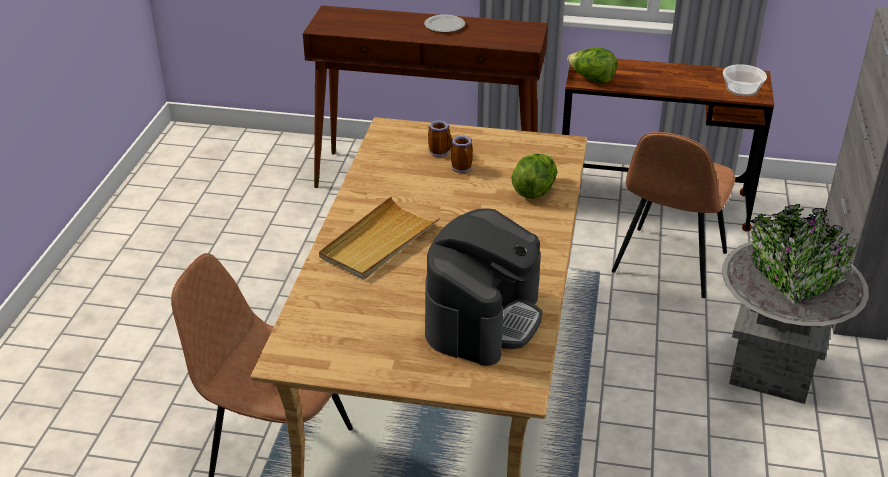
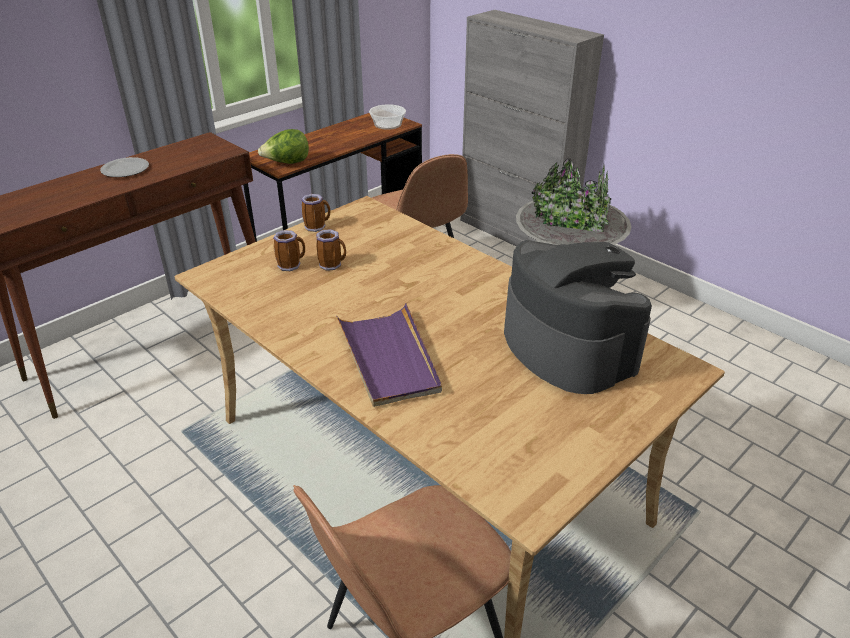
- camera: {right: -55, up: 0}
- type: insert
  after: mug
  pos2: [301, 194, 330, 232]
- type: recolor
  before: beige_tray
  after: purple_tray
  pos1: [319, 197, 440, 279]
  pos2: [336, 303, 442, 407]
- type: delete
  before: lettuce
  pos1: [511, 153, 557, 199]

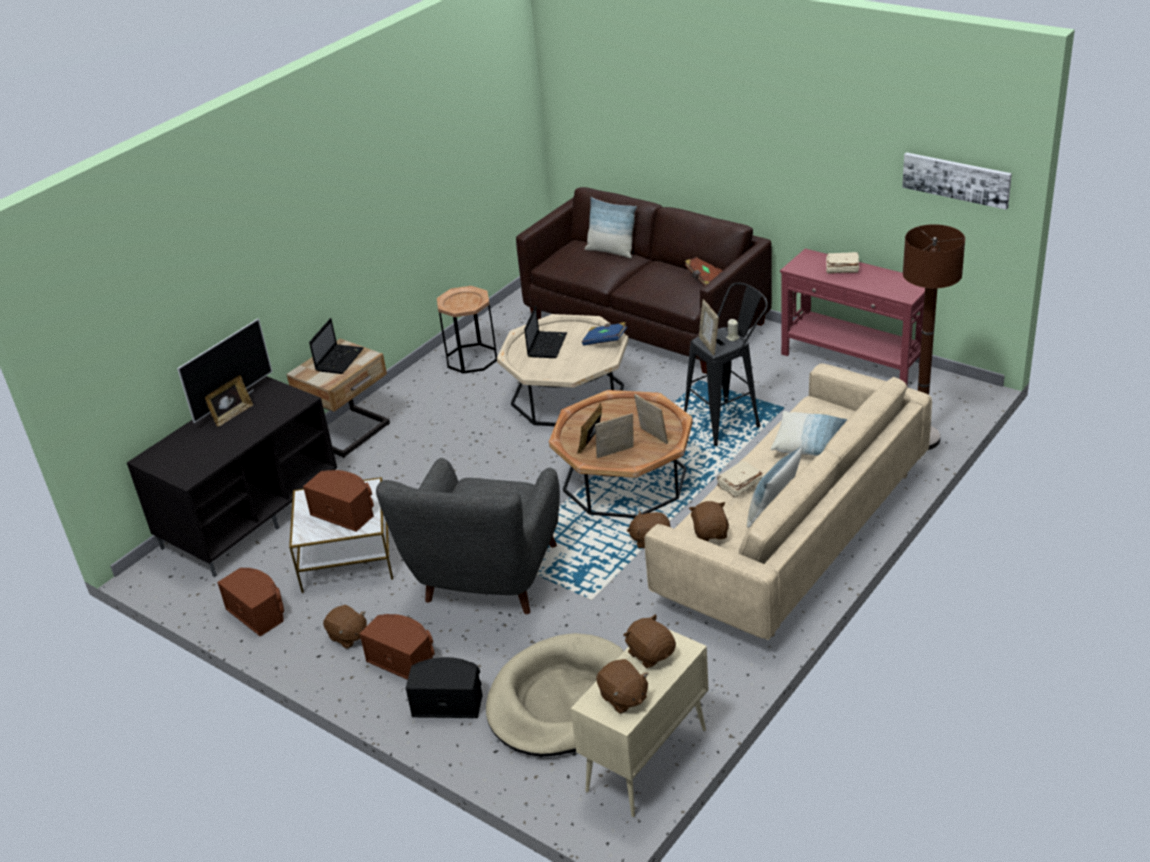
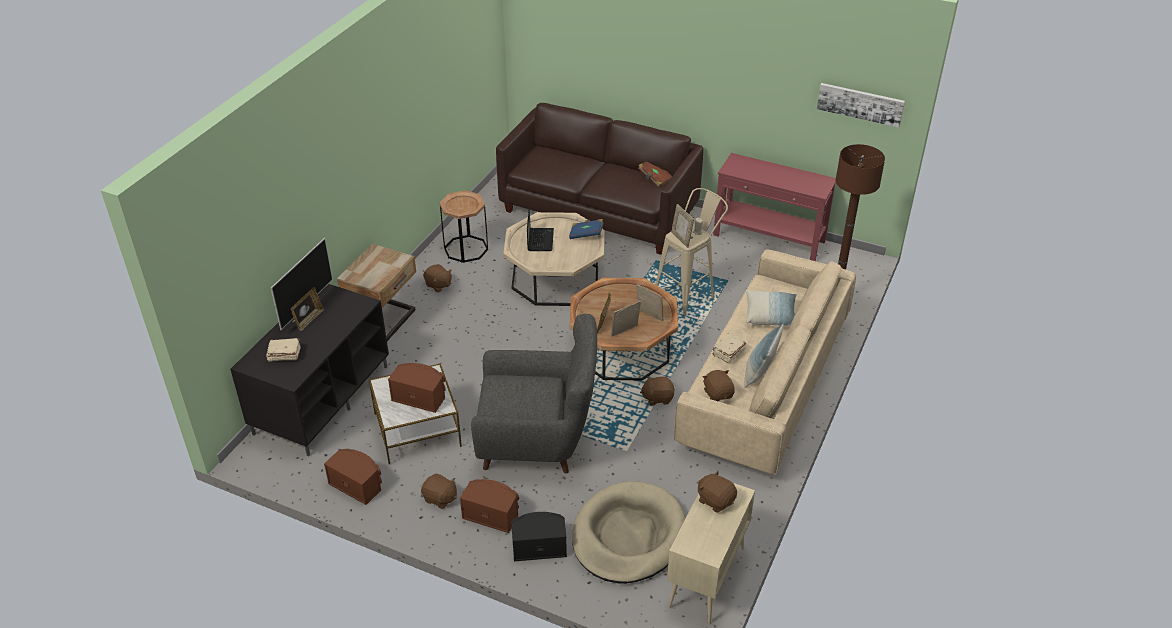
- camera: {right: -15, up: 5}
- type: move
  before: beige_book
  pos1: [826, 252, 859, 274]
  pos2: [266, 338, 300, 362]
- type: move
  before: brown_plush_toy
  pos1: [596, 659, 649, 714]
  pos2: [423, 264, 452, 293]
- type: rotate
  before: grey_armchair
  pos1: [376, 458, 560, 614]
  pos2: [471, 314, 597, 473]
  turn: -90
- type: recolor
  before: black_stool
  after: beige_stool
  pos1: [684, 283, 768, 446]
  pos2: [656, 188, 728, 316]
- type: delete
  before: laptop
  pos1: [309, 318, 364, 374]
- type: delete
  before: pillow
  pos1: [585, 197, 637, 258]

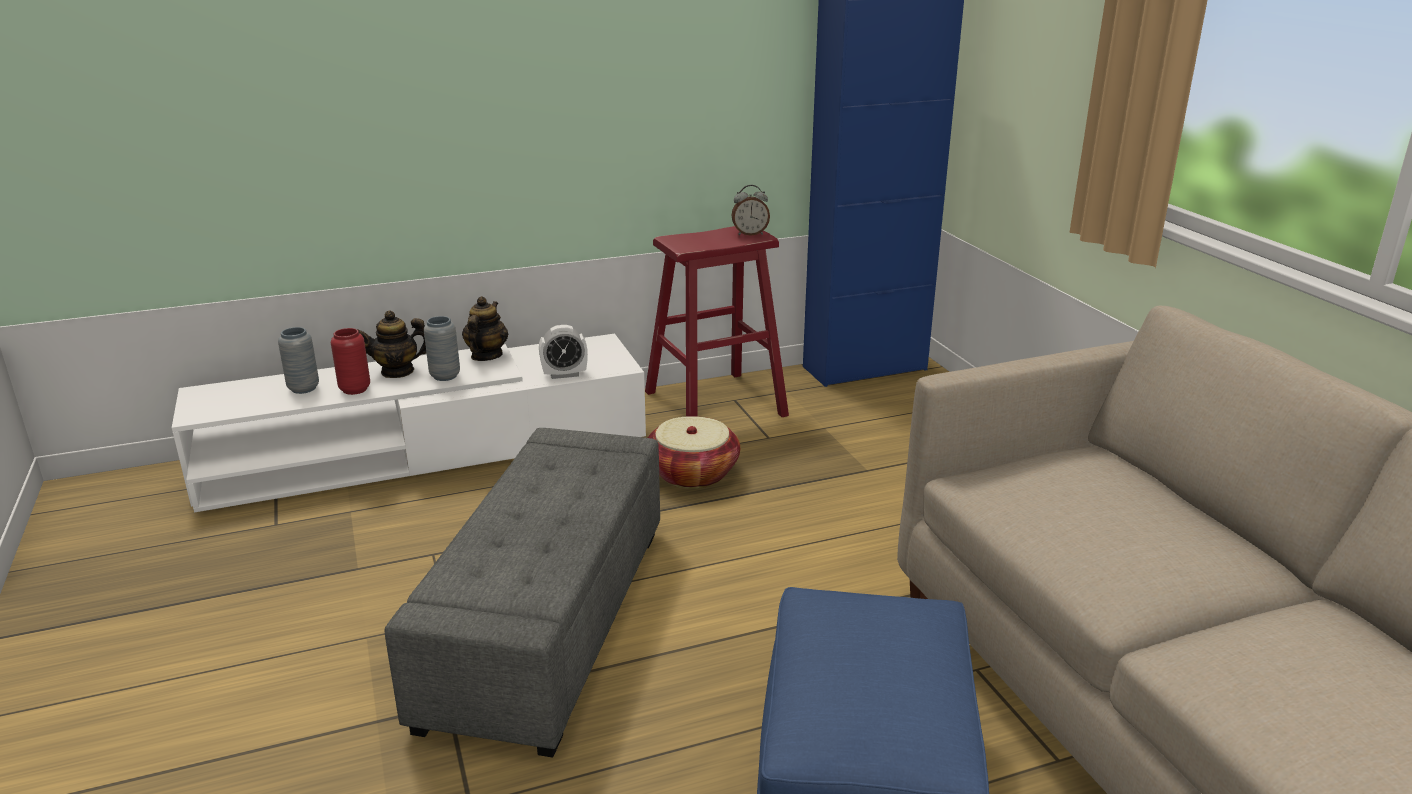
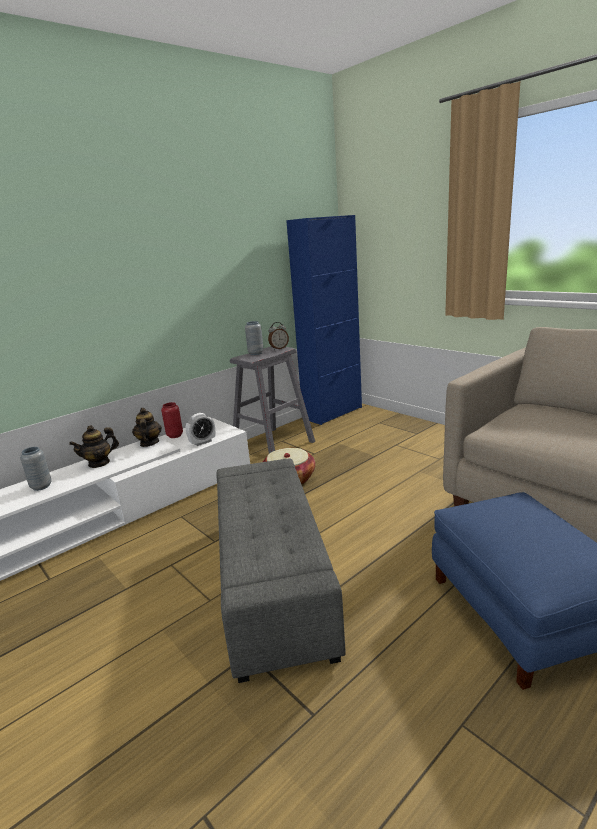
- camera: {right: -20, up: -5}
- type: move
  before: red_vase
  pos1: [331, 328, 370, 395]
  pos2: [161, 402, 183, 438]
- type: recolor
  before: red_stool
  after: grey_stool
  pos1: [645, 226, 789, 417]
  pos2: [230, 346, 315, 454]
- type: move
  before: grey_vase
  pos1: [424, 316, 460, 381]
  pos2: [245, 321, 264, 355]

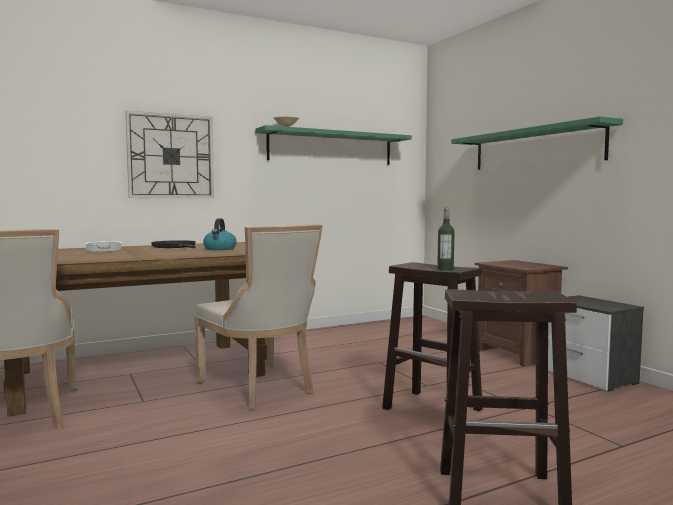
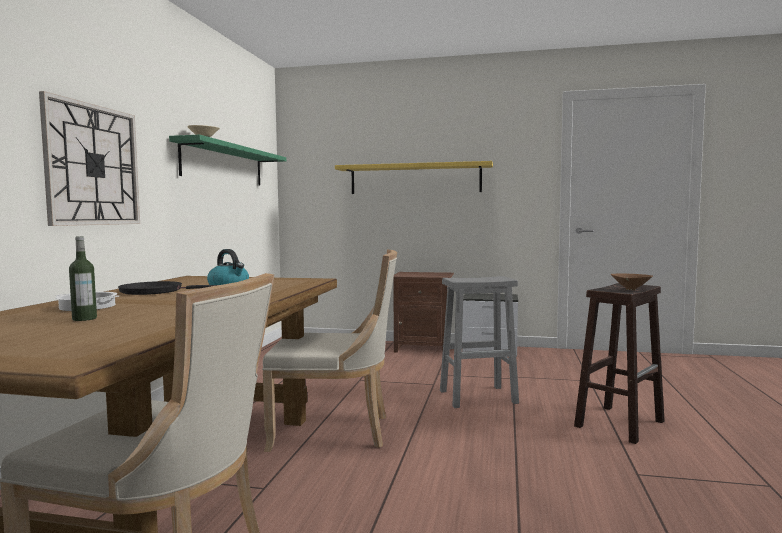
- camera: {right: -50, up: 0}
- type: move
  before: bottle
  pos1: [437, 208, 455, 270]
  pos2: [69, 236, 97, 321]
- type: recolor
  before: green_shelf
  after: yellow_shelf
  pos1: [451, 116, 623, 170]
  pos2: [335, 161, 493, 194]
- type: recolor
  before: brown_stool
  after: grey_stool
  pos1: [382, 262, 483, 412]
  pos2: [440, 276, 519, 408]
- type: insert
  after: brown_bowl
  pos2: [611, 273, 653, 290]

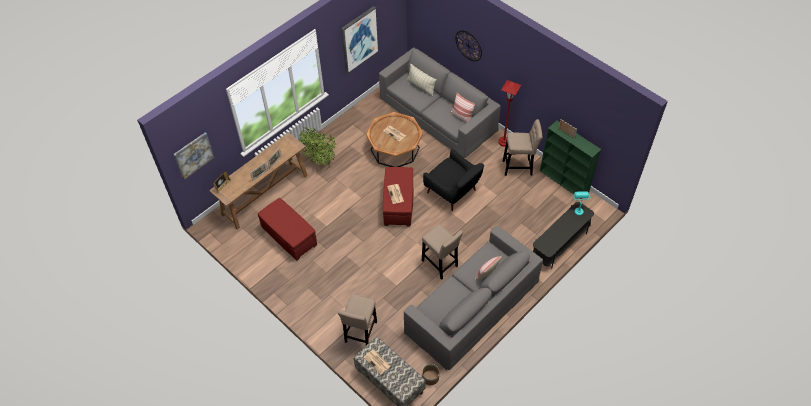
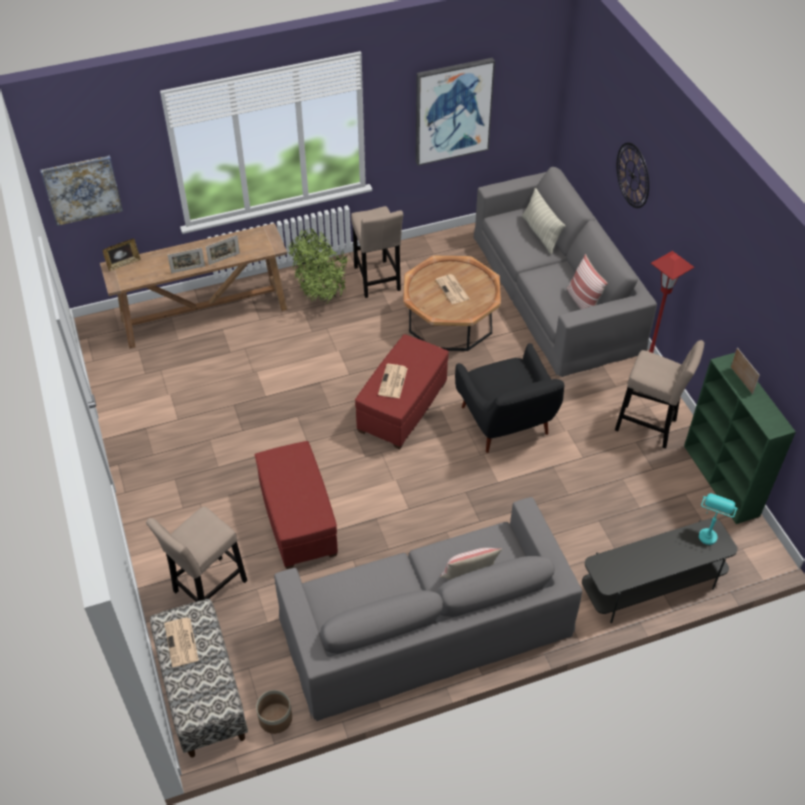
- camera: {right: 25, up: -5}
- type: move
  before: red_ottoman
  pos1: [257, 198, 317, 261]
  pos2: [255, 441, 338, 569]
- type: move
  before: beige_stool
  pos1: [422, 224, 463, 280]
  pos2: [351, 206, 403, 298]

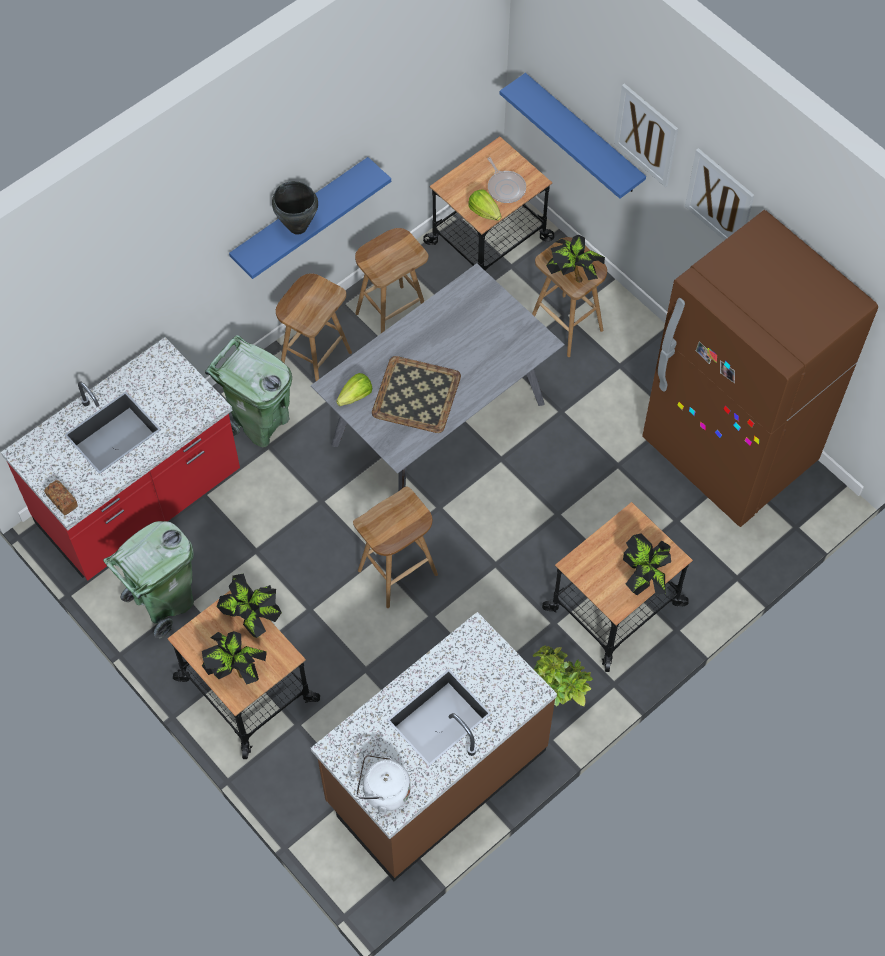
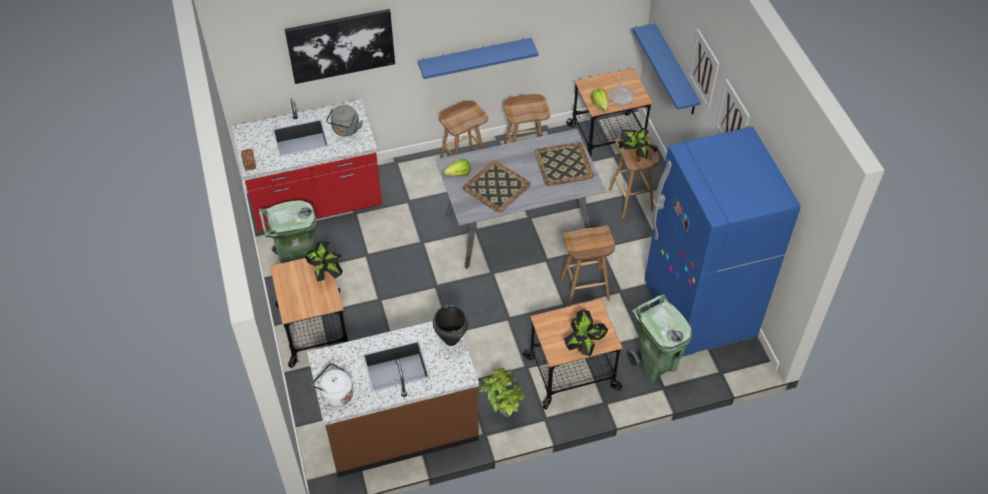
- camera: {right: 25, up: -10}
- type: insert
  after: picture
  pos2: [285, 9, 395, 84]
- type: insert
  after: grey_kettle
  pos2: [326, 105, 363, 136]
- type: move
  before: black_cooking_pot
  pos1: [272, 181, 318, 235]
  pos2: [433, 305, 468, 346]
- type: insert
  after: tray
  pos2: [535, 142, 594, 186]
- type: move
  before: brown_stool
  pos1: [353, 487, 438, 608]
  pos2: [560, 225, 615, 307]
- type: move
  before: green_trash_can
  pos1: [205, 335, 292, 448]
  pos2: [627, 294, 693, 382]
- type: recolor
  before: brown_fridge
  after: blue_fridge
  pos1: [642, 210, 878, 527]
  pos2: [645, 127, 801, 357]
- type: delete
  before: potted_plant
  pos1: [202, 631, 267, 684]

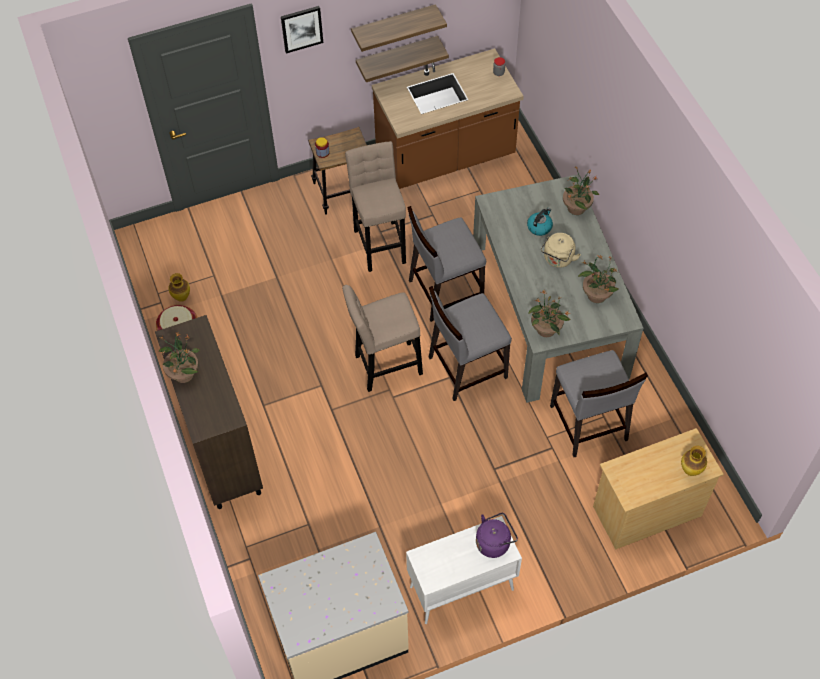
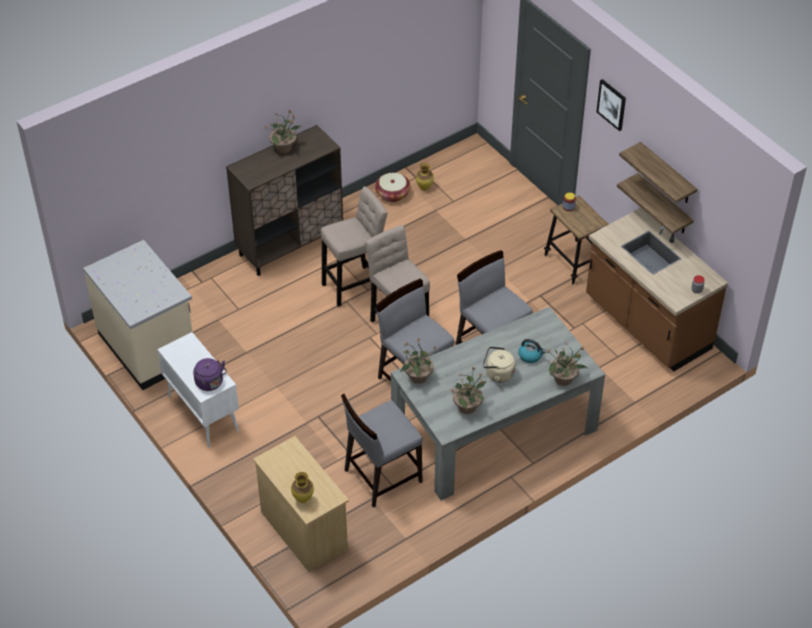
- camera: {right: 75, up: -10}
- type: move
  before: beige_stool
  pos1: [345, 141, 406, 272]
  pos2: [321, 186, 388, 307]

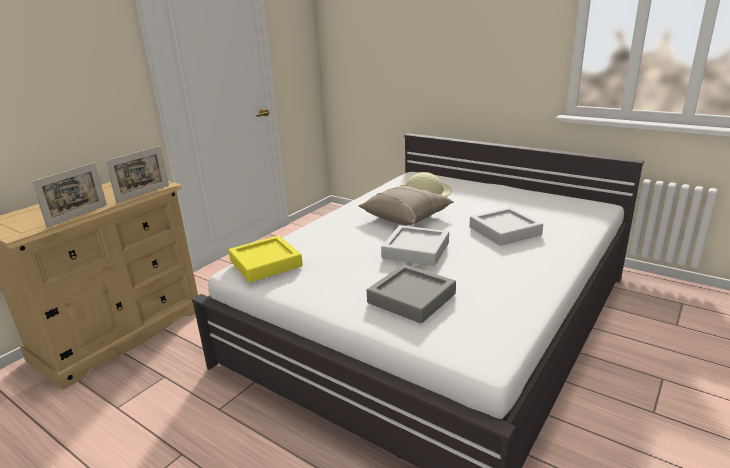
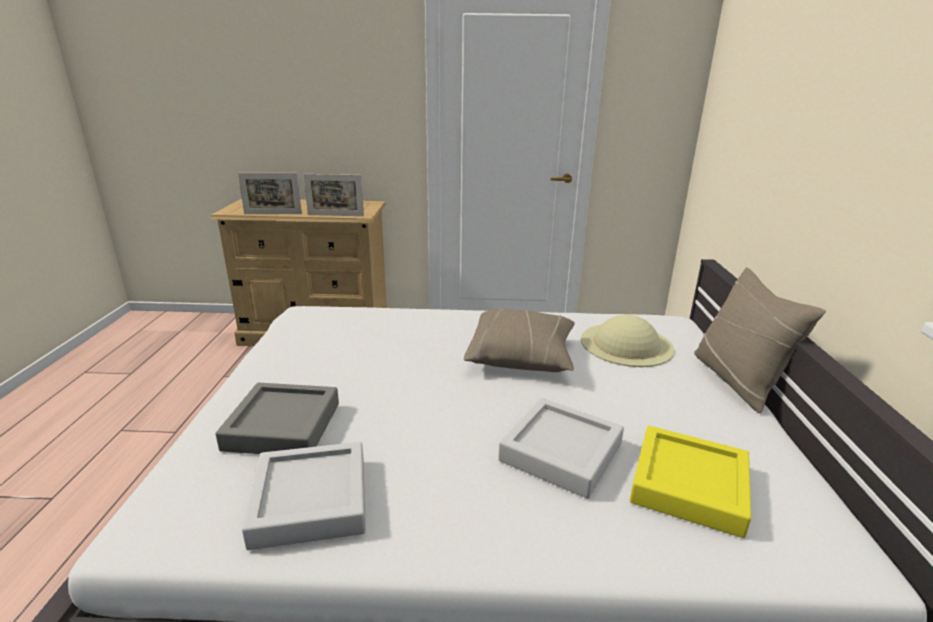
- camera: {right: 55, up: 0}
- type: move
  before: grey_tray
  pos1: [381, 225, 449, 266]
  pos2: [242, 442, 366, 550]
- type: move
  before: yellow_tray
  pos1: [228, 235, 303, 283]
  pos2: [630, 426, 751, 538]
- type: insert
  after: beige_pillow
  pos2: [694, 267, 826, 413]

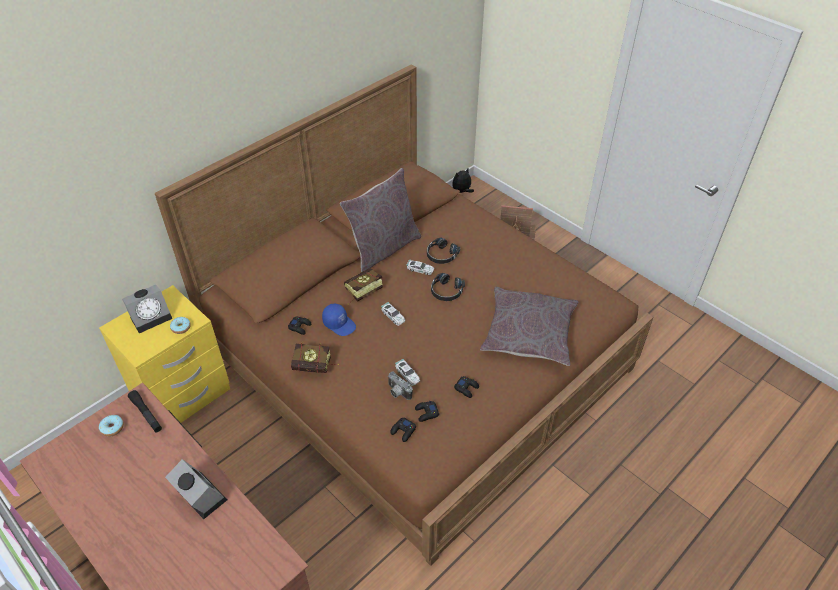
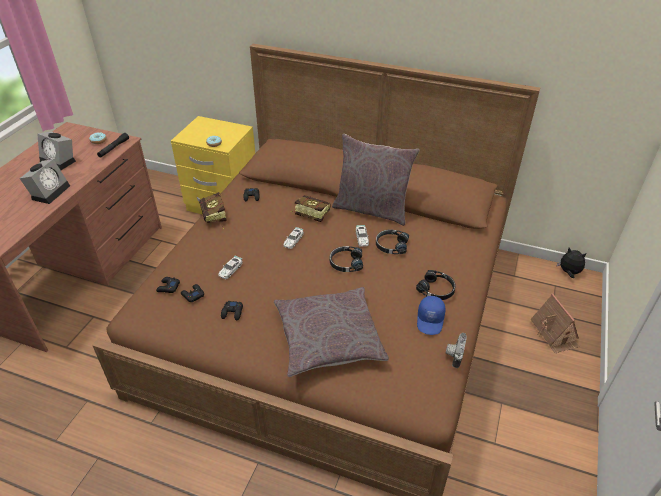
- camera: {right: 65, up: -5}
- type: move
  before: alarm_clock
  pos1: [122, 285, 172, 333]
  pos2: [37, 132, 76, 170]
- type: insert
  after: black_headphones
  pos2: [416, 270, 456, 300]
- type: move
  before: blue_cap
  pos1: [322, 304, 356, 336]
  pos2: [417, 296, 446, 335]
- type: move
  before: photo_camera
  pos1: [388, 371, 413, 400]
  pos2: [446, 333, 467, 368]

